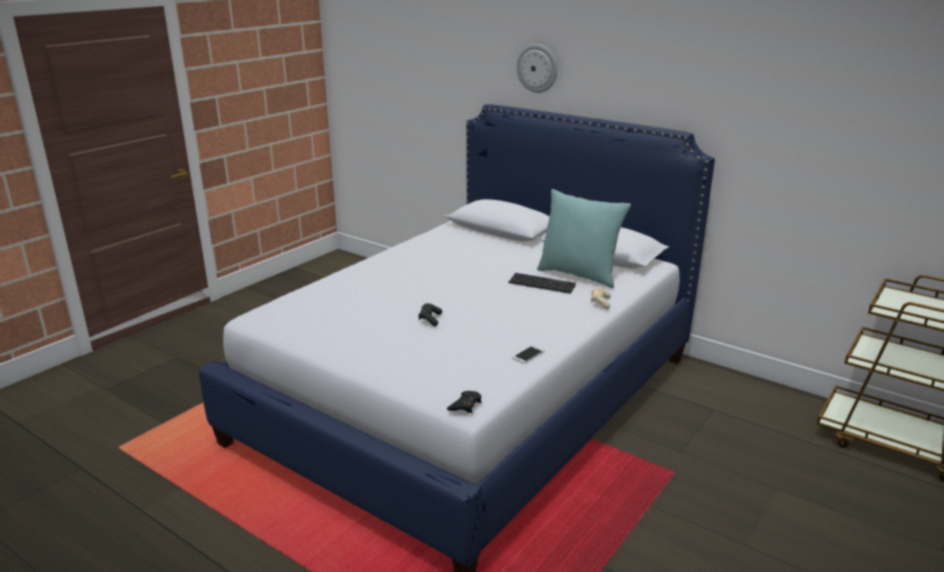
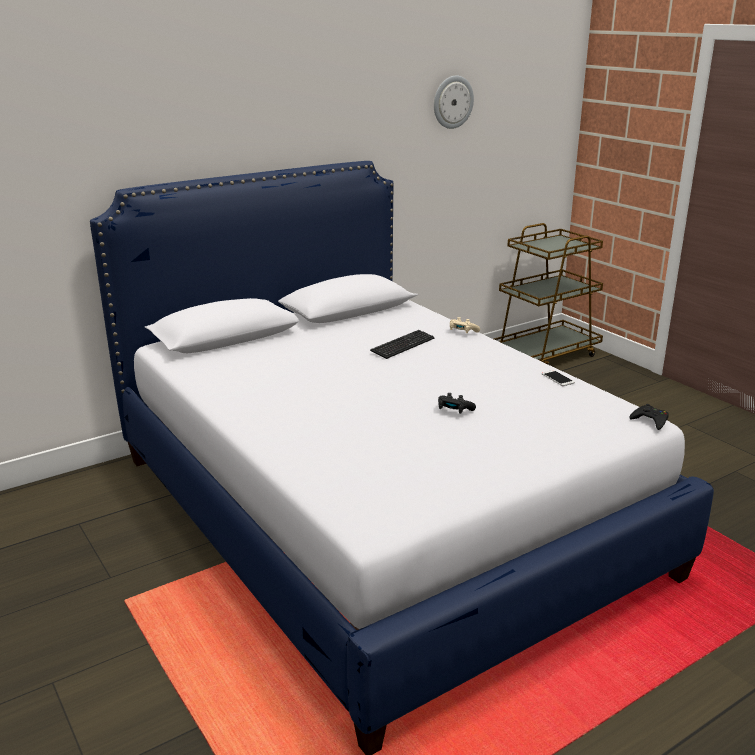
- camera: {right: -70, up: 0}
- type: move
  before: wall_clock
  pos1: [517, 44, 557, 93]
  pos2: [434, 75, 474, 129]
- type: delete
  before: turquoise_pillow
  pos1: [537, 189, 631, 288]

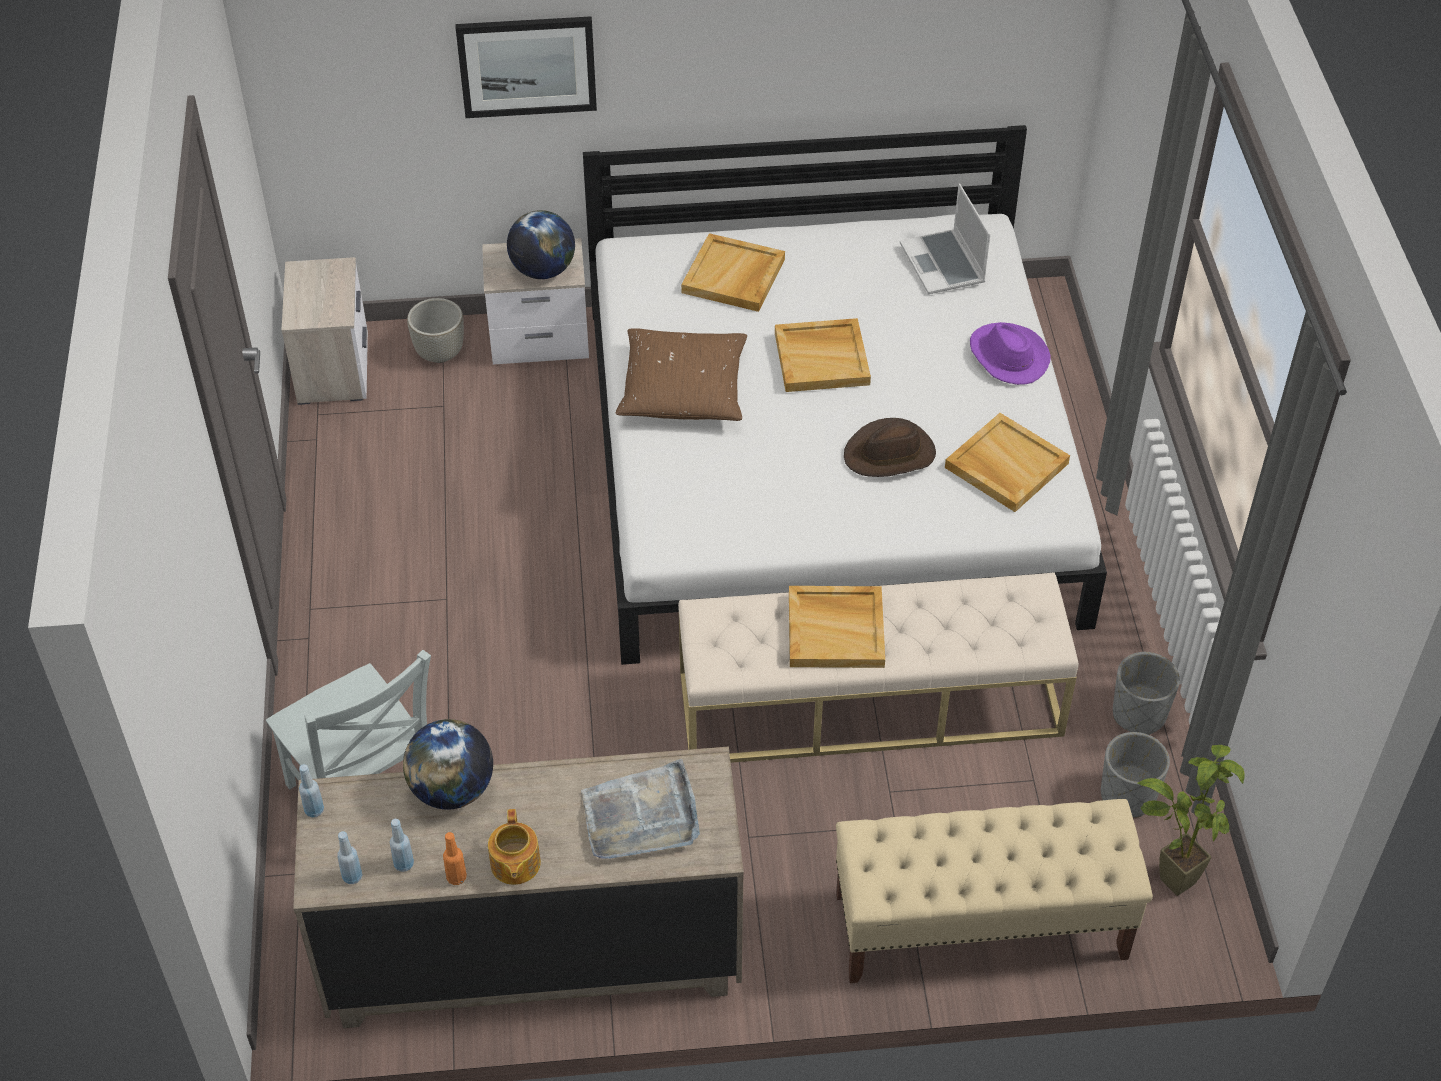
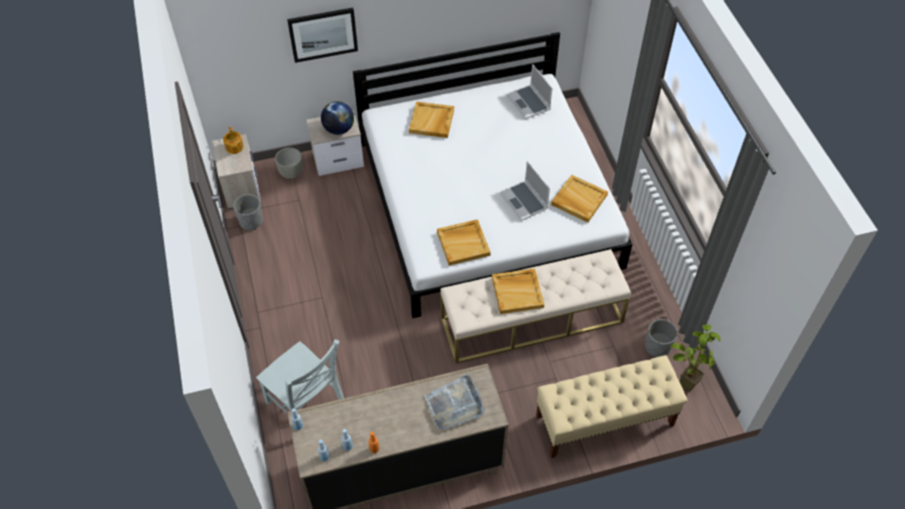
- camera: {right: -10, up: 5}
- type: move
  before: teapot
  pos1: [488, 809, 541, 885]
  pos2: [223, 127, 244, 154]
- type: move
  before: grey_planter
  pos1: [1113, 652, 1180, 735]
  pos2: [233, 194, 263, 230]
- type: move
  before: beige_tray
  pos1: [775, 318, 871, 392]
  pos2: [437, 219, 491, 266]
- type: replace
  before: brown_hat
  after: laptop
  pos1: [844, 418, 936, 477]
  pos2: [500, 161, 550, 221]
- type: delete
  before: globe
  pos1: [403, 719, 493, 810]
- type: delete
  before: brown_pillow
  pos1: [616, 328, 747, 421]
- type: delete
  before: purple_hat
  pos1: [970, 322, 1051, 385]

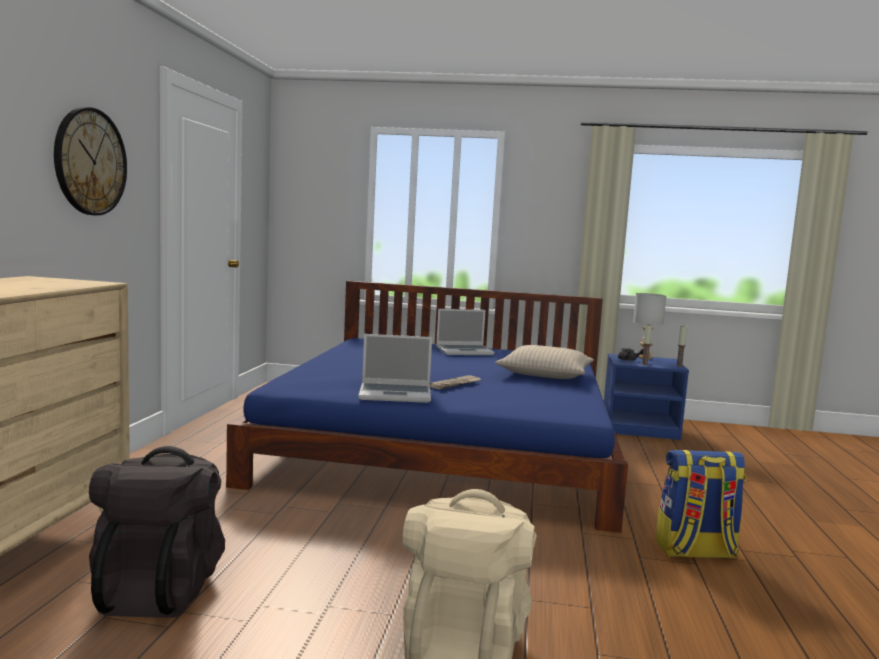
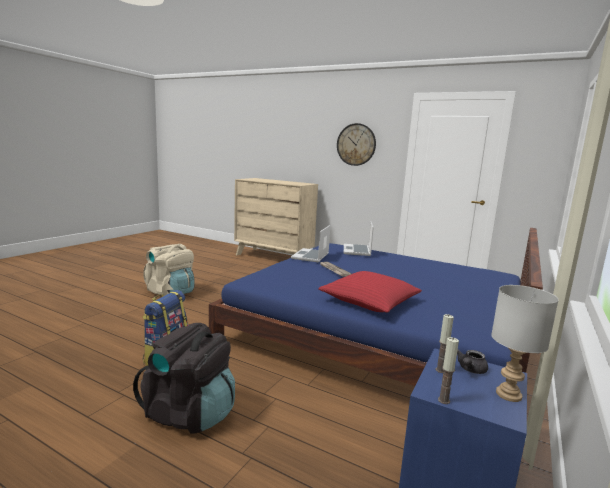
- camera: {right: 110, up: 5}
- type: move
  before: black_backpack
  pos1: [89, 446, 225, 618]
  pos2: [133, 323, 235, 434]
- type: recolor
  before: beige_pillow
  after: red_pillow
  pos1: [495, 345, 594, 379]
  pos2: [318, 271, 422, 313]
- type: move
  before: laptop
  pos1: [436, 309, 495, 355]
  pos2: [344, 222, 374, 256]

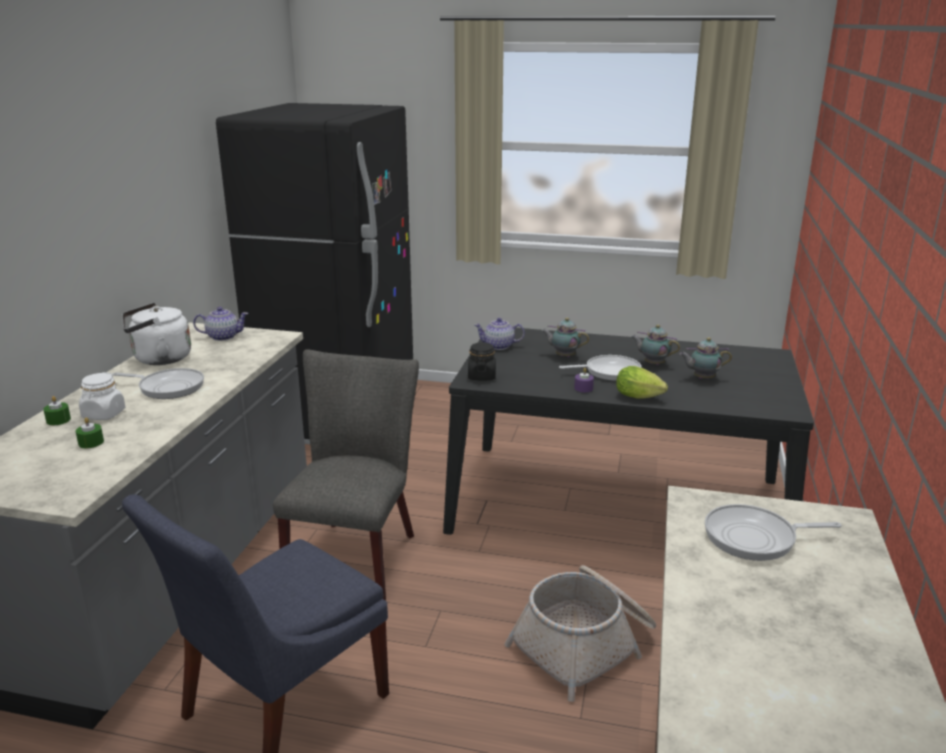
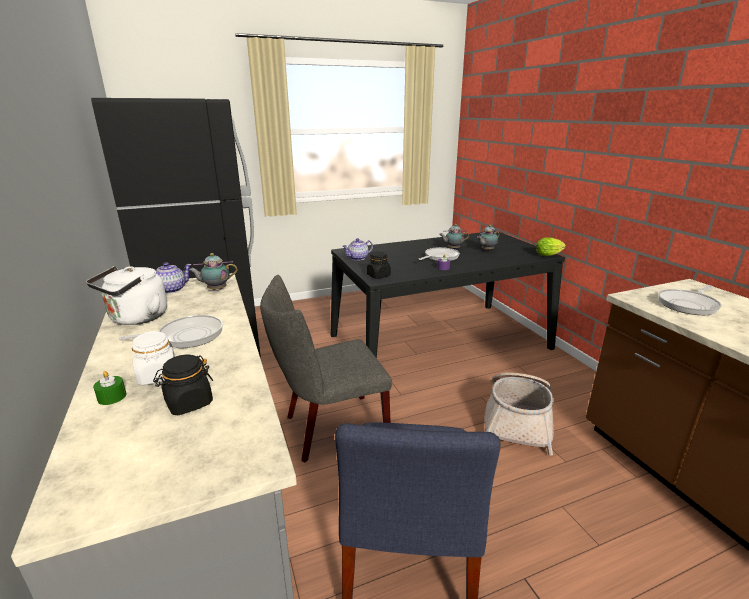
- camera: {right: -35, up: 0}
- type: replace
  before: green_candle
  after: black_jar
  pos1: [76, 417, 104, 449]
  pos2: [153, 355, 213, 415]
- type: move
  before: teapot
  pos1: [542, 318, 589, 357]
  pos2: [189, 253, 238, 290]
- type: rotate
  before: grey_chair
  pos1: [273, 350, 419, 600]
  pos2: [260, 275, 392, 463]
  turn: -90
- type: move
  before: lettuce
  pos1: [616, 366, 668, 399]
  pos2: [536, 237, 566, 256]

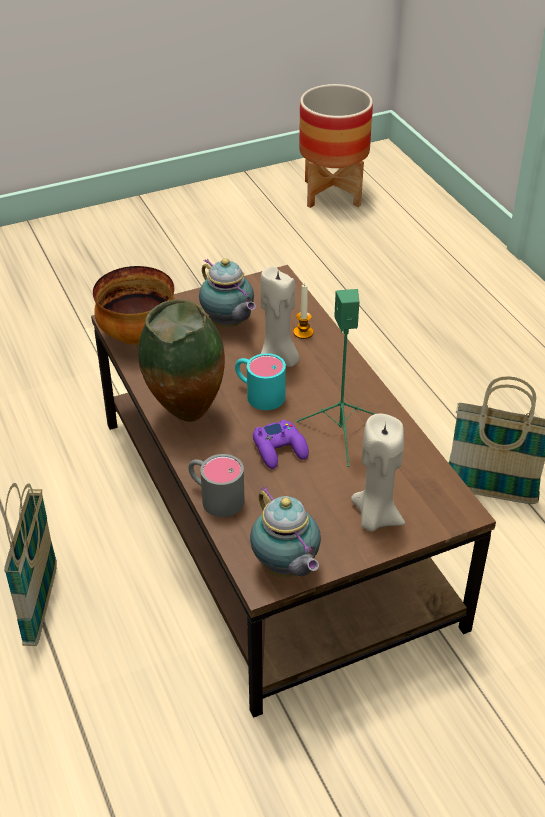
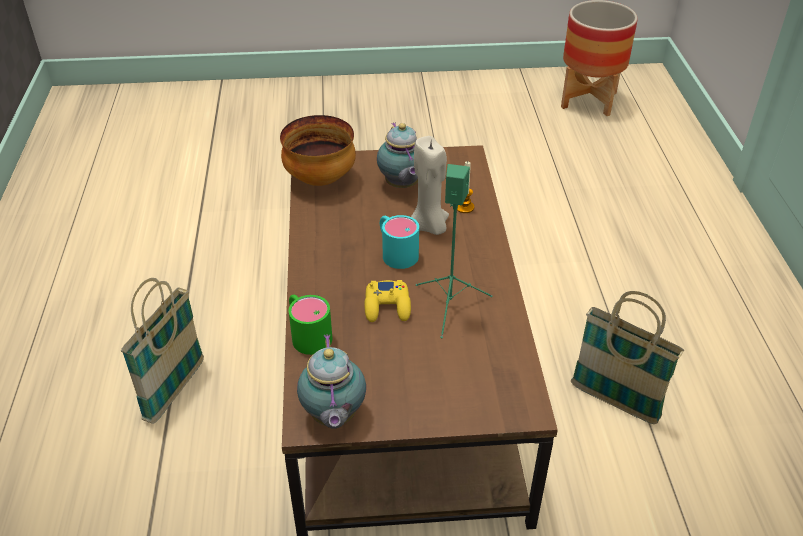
- camera: {right: 20, up: 0}
- type: recolor
  before: grey_mug
  after: green_mug
  pos1: [188, 454, 245, 517]
  pos2: [289, 295, 332, 355]
- type: recolor
  before: purple_game_controller
  after: yellow_game_controller
  pos1: [253, 420, 309, 469]
  pos2: [365, 280, 411, 322]
- type: delete
  before: vase
  pos1: [138, 299, 225, 422]
- type: delete
  before: beige_candle
  pos1: [351, 414, 405, 532]

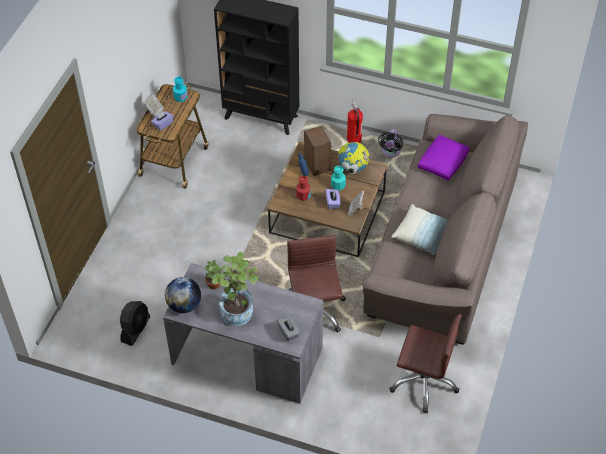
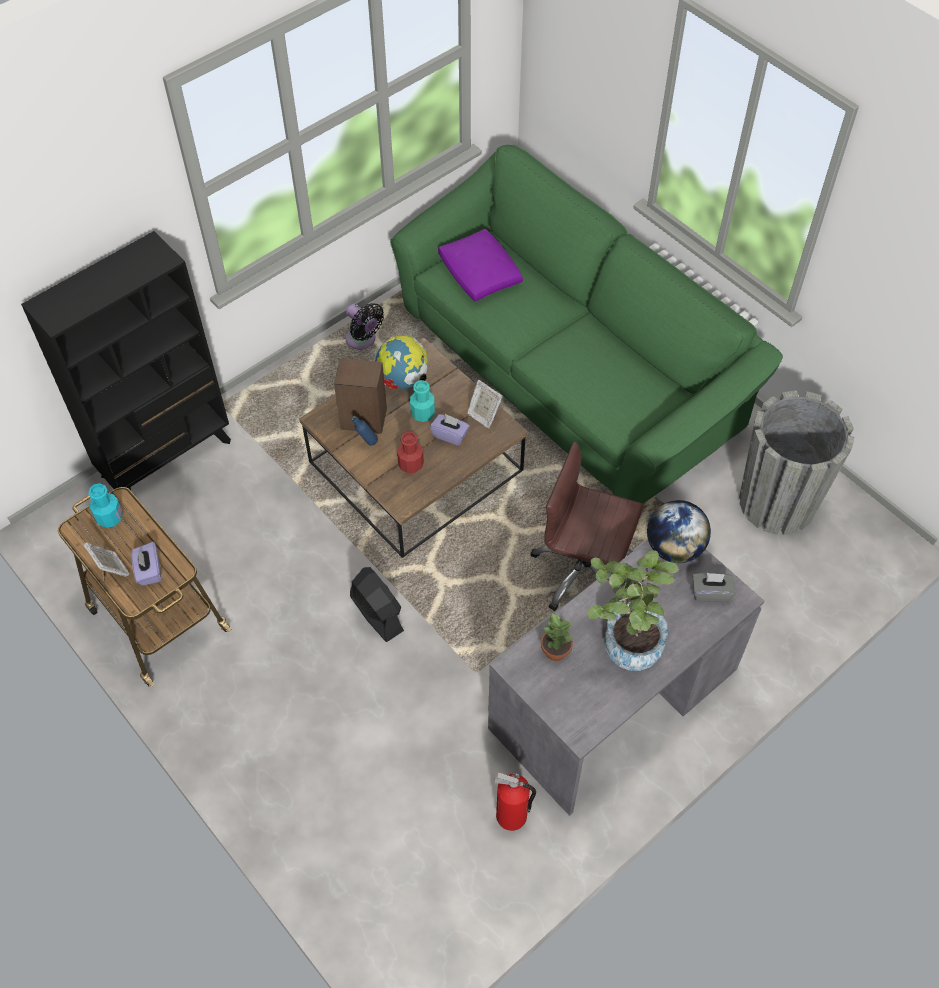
- camera: {right: -60, up: 5}
- type: move
  before: black_fan
  pos1: [120, 301, 150, 346]
  pos2: [350, 567, 404, 642]
- type: recolor
  before: brown_sofa
  after: green_sofa
  pos1: [363, 114, 528, 345]
  pos2: [390, 145, 783, 504]
- type: move
  before: fire_extinguisher
  pos1: [347, 100, 363, 143]
  pos2: [494, 772, 536, 831]
- type: move
  before: globe
  pos1: [165, 277, 201, 313]
  pos2: [647, 500, 711, 563]
- type: replace
  before: brown_office_chair
  after: grey_planter
  pos1: [389, 314, 462, 413]
  pos2: [739, 390, 854, 535]
- type: delete
  before: pillow
  pos1: [392, 204, 449, 255]

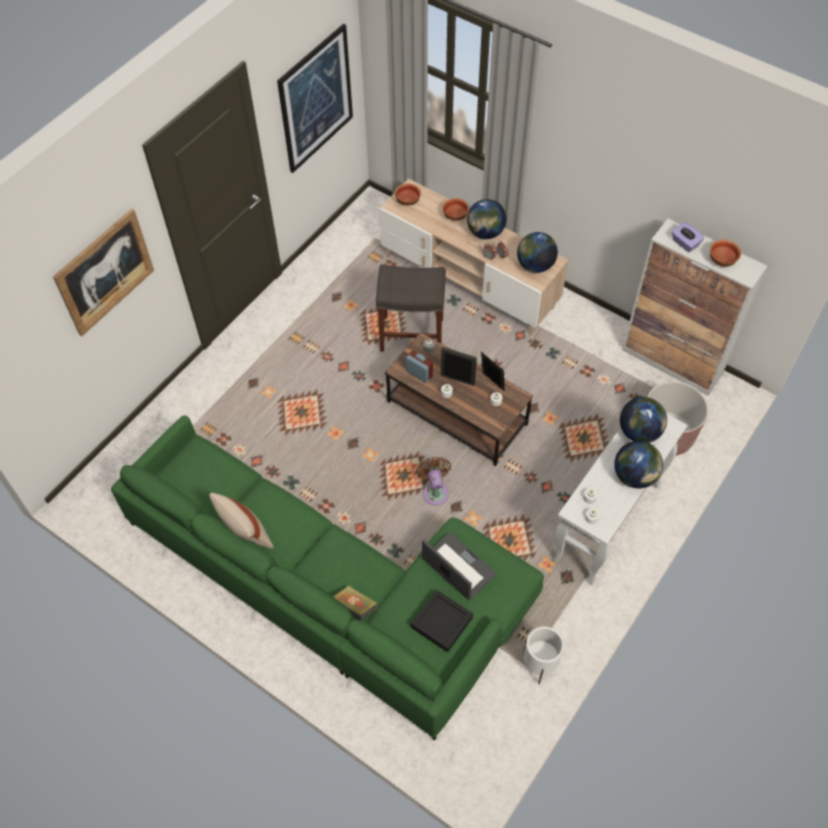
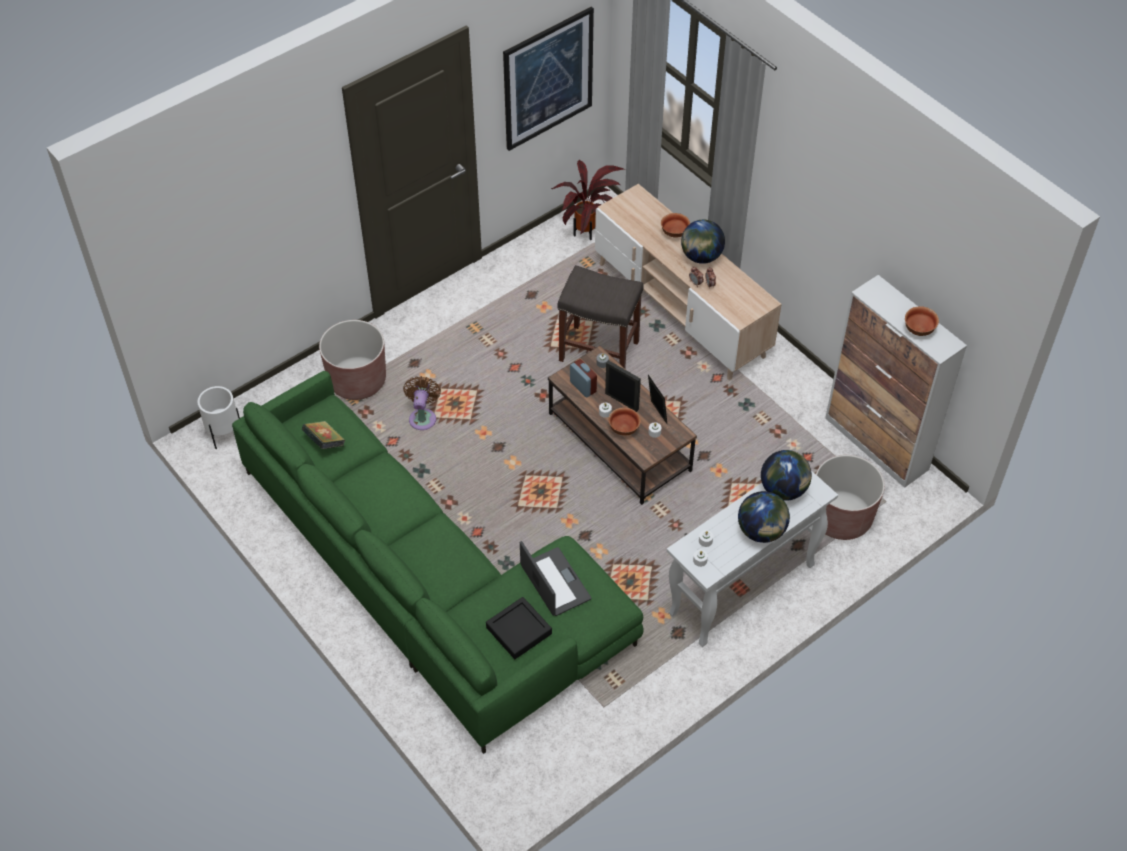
- camera: {right: 15, up: -5}
- type: move
  before: white_planter
  pos1: [523, 627, 564, 684]
  pos2: [197, 386, 240, 449]
- type: move
  before: book
  pos1: [333, 586, 378, 621]
  pos2: [302, 421, 345, 449]
- type: insert
  after: brown_planter
  pos2: [319, 320, 386, 400]
- type: move
  before: brown_fan
  pos1: [416, 457, 451, 505]
  pos2: [403, 376, 441, 430]
- type: insert
  after: potted_plant
  pos2: [551, 160, 625, 240]
- type: move
  before: bowl
  pos1: [394, 184, 421, 206]
  pos2: [608, 408, 641, 436]
- type: delete
  before: picture
  pos1: [53, 209, 154, 336]
- type: delete
  before: beige_pillow
  pos1: [209, 493, 274, 549]
- type: delete
  before: globe
  pos1: [517, 232, 558, 273]
- type: delete
  before: purple_tissue_box
  pos1: [672, 222, 704, 252]

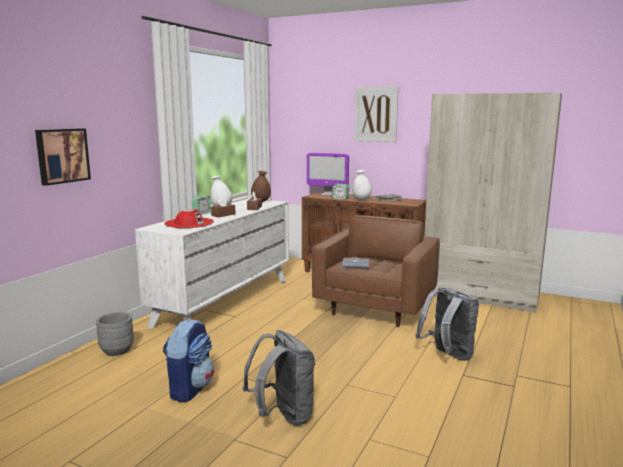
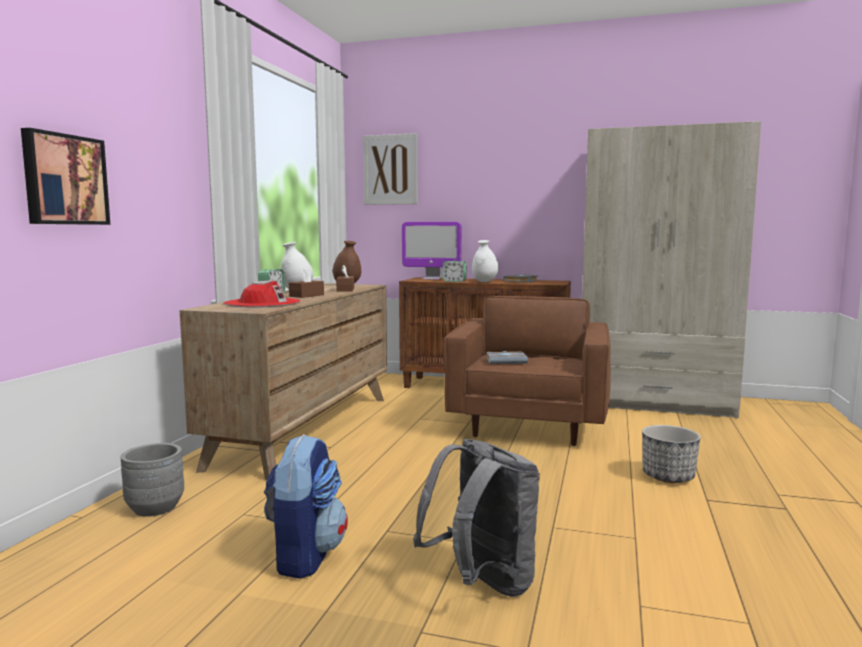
- camera: {right: -10, up: -5}
- type: recolor
  before: white_dresser
  after: brown_dresser
  pos1: [135, 198, 289, 329]
  pos2: [179, 283, 387, 480]
- type: move
  before: picture
  pos1: [355, 87, 399, 142]
  pos2: [363, 133, 417, 205]
- type: replace
  before: grey_backpack
  after: planter
  pos1: [415, 287, 479, 361]
  pos2: [642, 425, 701, 483]

